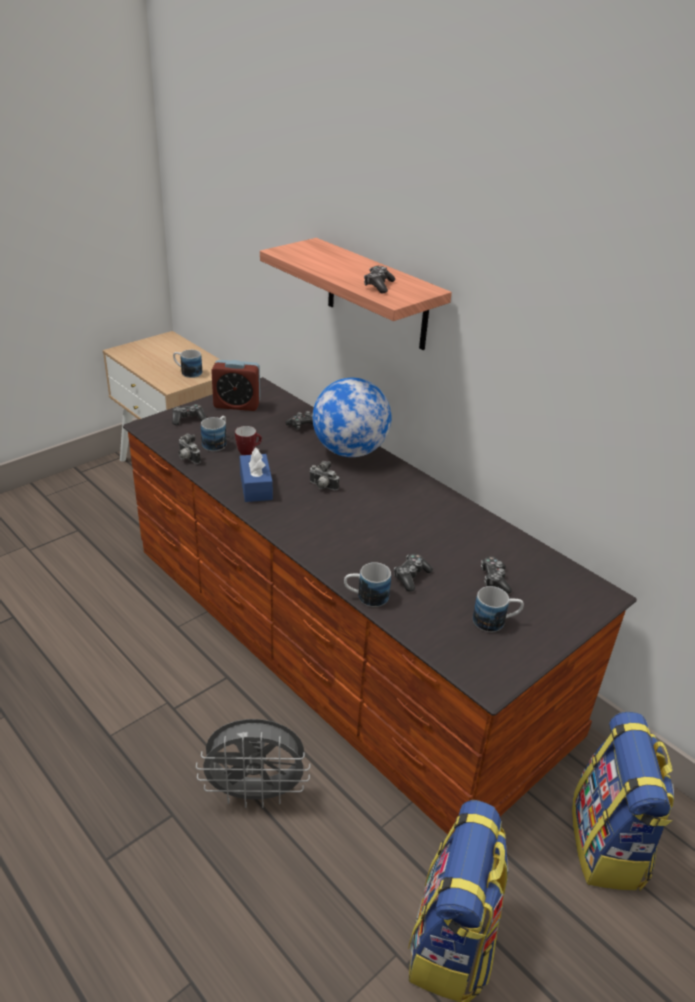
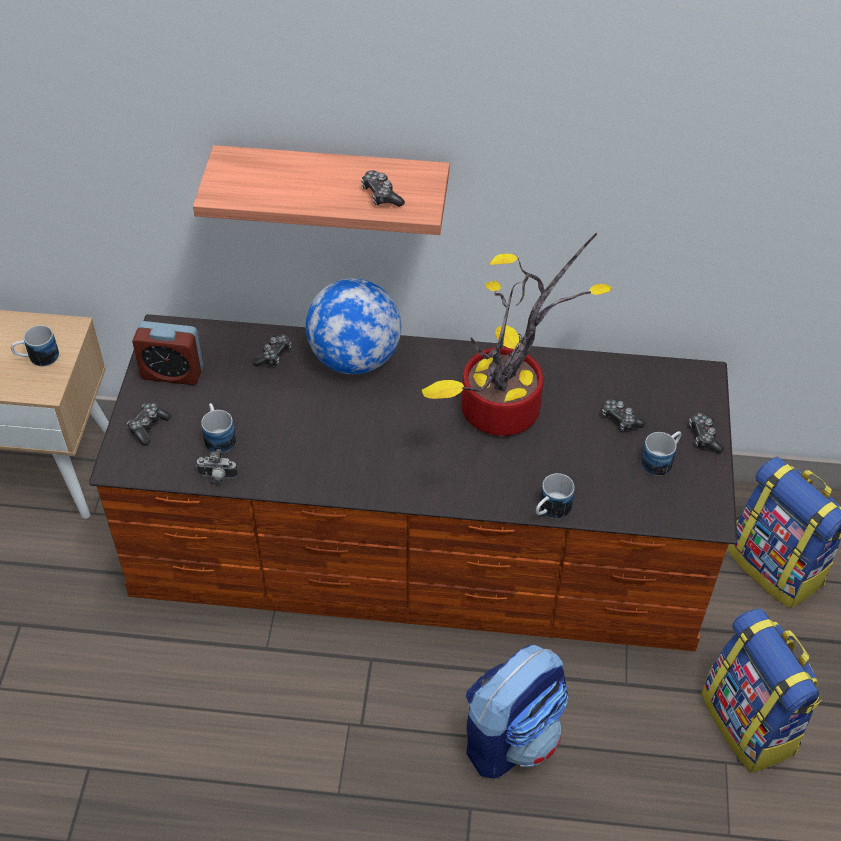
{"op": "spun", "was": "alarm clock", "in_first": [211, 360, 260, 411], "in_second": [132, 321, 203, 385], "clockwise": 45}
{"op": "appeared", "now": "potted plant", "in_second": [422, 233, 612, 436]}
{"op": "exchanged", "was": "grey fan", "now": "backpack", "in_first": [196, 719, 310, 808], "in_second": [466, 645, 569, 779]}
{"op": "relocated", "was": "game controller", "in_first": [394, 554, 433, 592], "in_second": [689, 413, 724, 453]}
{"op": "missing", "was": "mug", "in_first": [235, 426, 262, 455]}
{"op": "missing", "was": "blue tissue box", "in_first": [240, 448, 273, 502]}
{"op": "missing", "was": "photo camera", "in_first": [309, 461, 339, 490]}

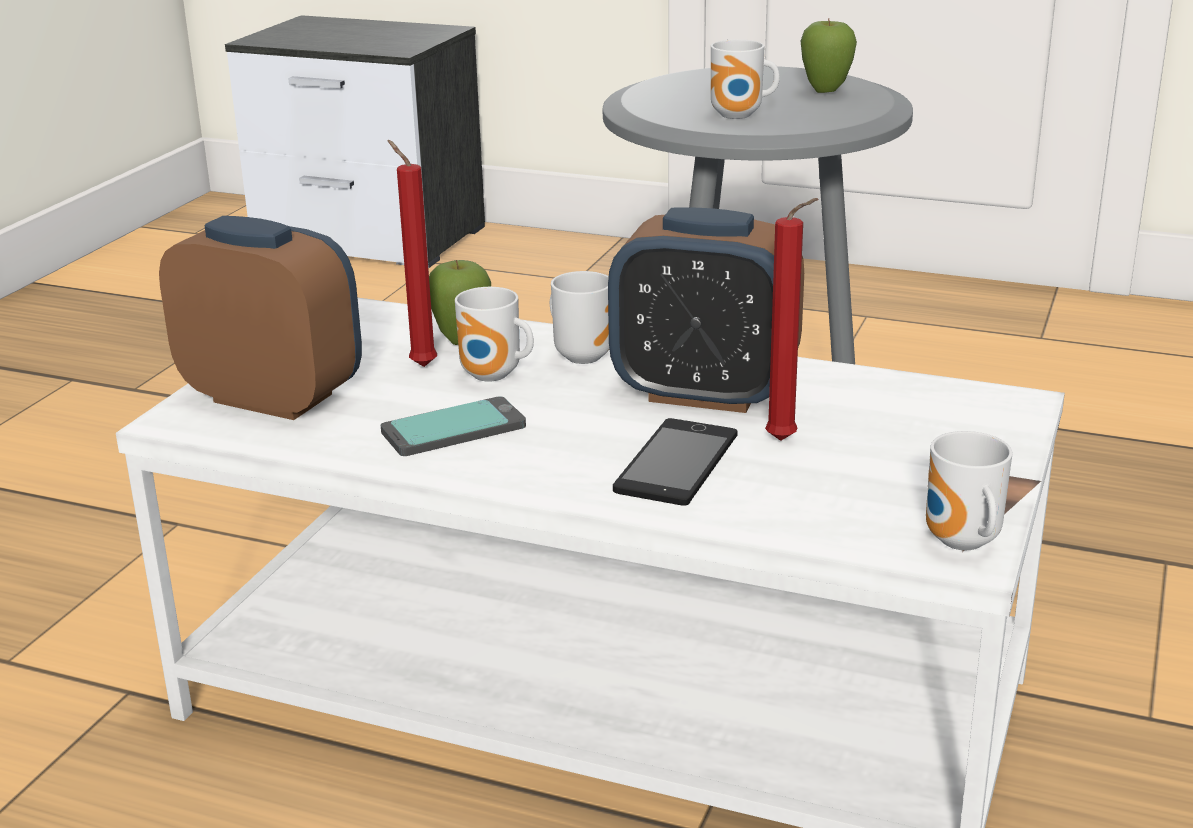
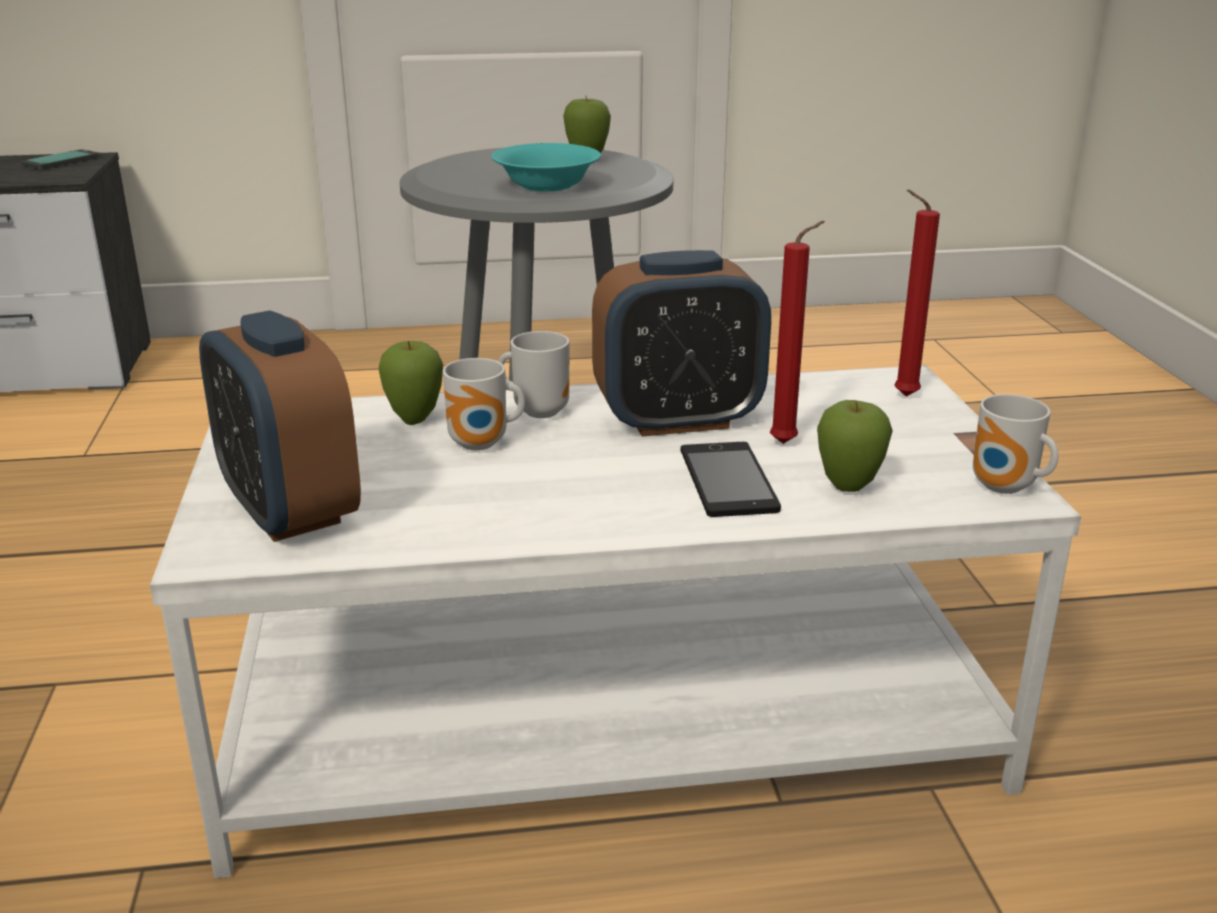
{"op": "relocated", "was": "phone", "in_first": [381, 396, 526, 456], "in_second": [21, 149, 100, 170]}
{"op": "spun", "was": "alarm clock", "in_first": [159, 216, 362, 420], "in_second": [199, 310, 361, 542], "clockwise": -120}
{"op": "exchanged", "was": "mug", "now": "turquoise bowl", "in_first": [711, 39, 780, 119], "in_second": [491, 143, 601, 192]}
{"op": "appeared", "now": "apple", "in_second": [817, 400, 893, 492]}
{"op": "relocated", "was": "red candle", "in_first": [388, 140, 437, 367], "in_second": [894, 189, 940, 397]}

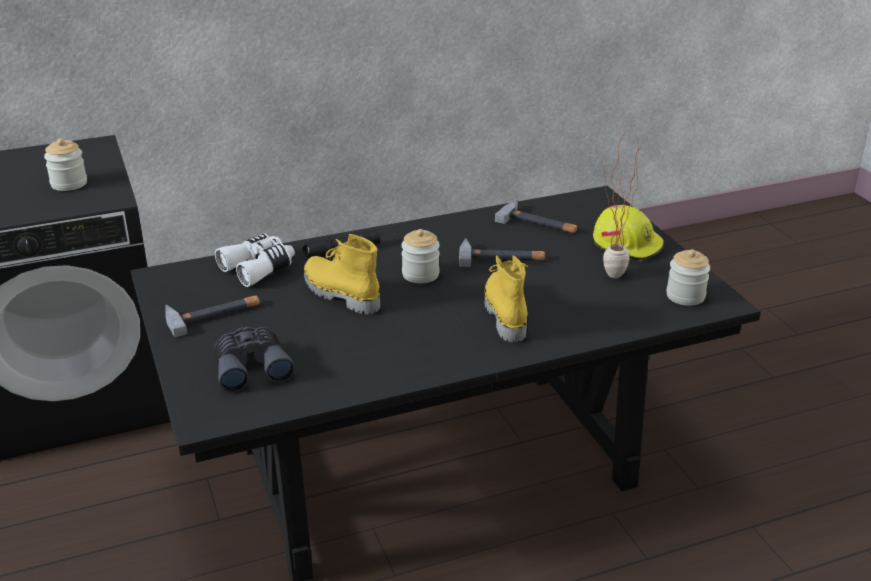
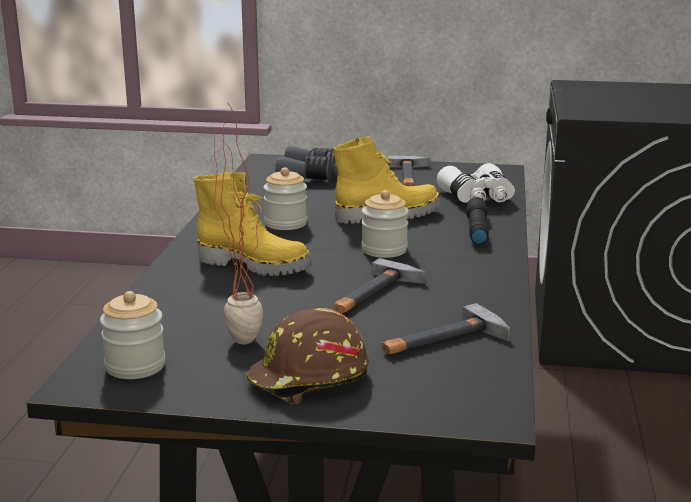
{"op": "colour", "was": "yellow hard hat", "now": "brown hard hat", "in_first": [593, 205, 664, 261], "in_second": [247, 308, 369, 404]}
{"op": "relocated", "was": "jar", "in_first": [44, 138, 87, 191], "in_second": [263, 167, 307, 230]}

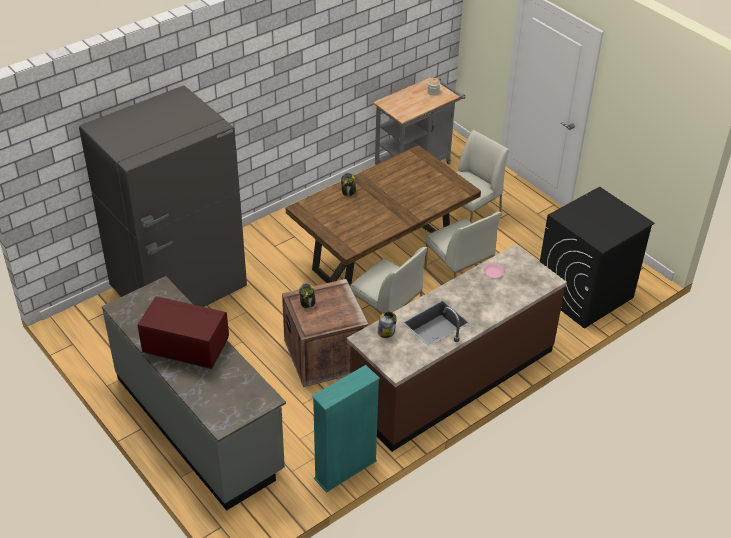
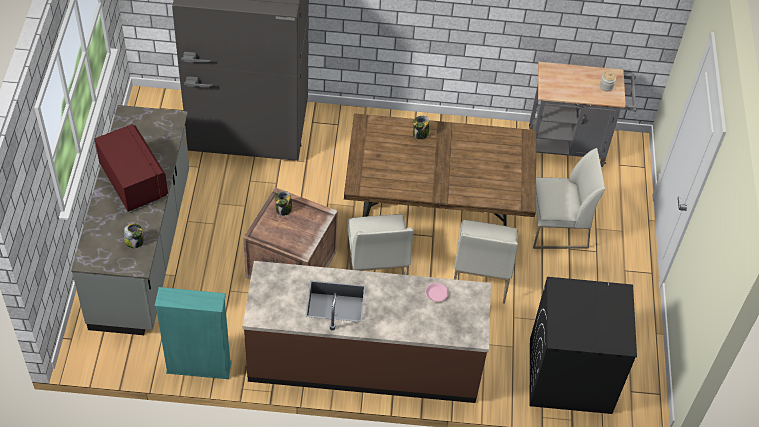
{"op": "relocated", "was": "jar", "in_first": [378, 312, 397, 338], "in_second": [124, 223, 144, 248]}

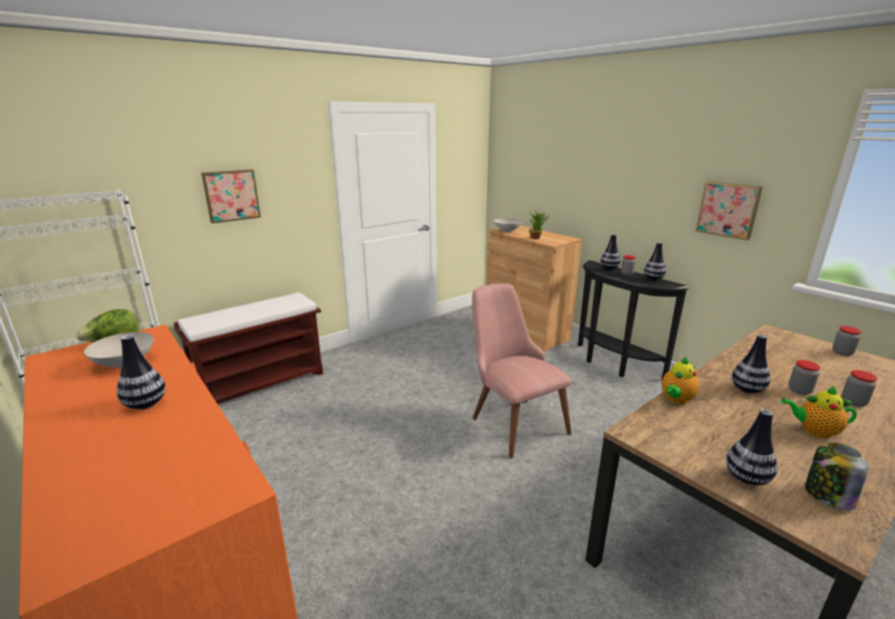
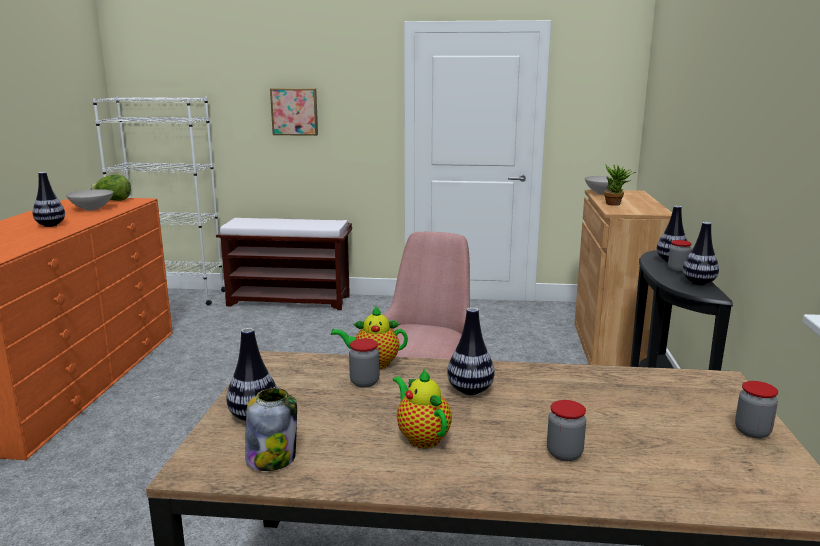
{"op": "relocated", "was": "jar", "in_first": [789, 360, 820, 395], "in_second": [349, 338, 379, 388]}
{"op": "missing", "was": "picture", "in_first": [696, 182, 763, 240]}

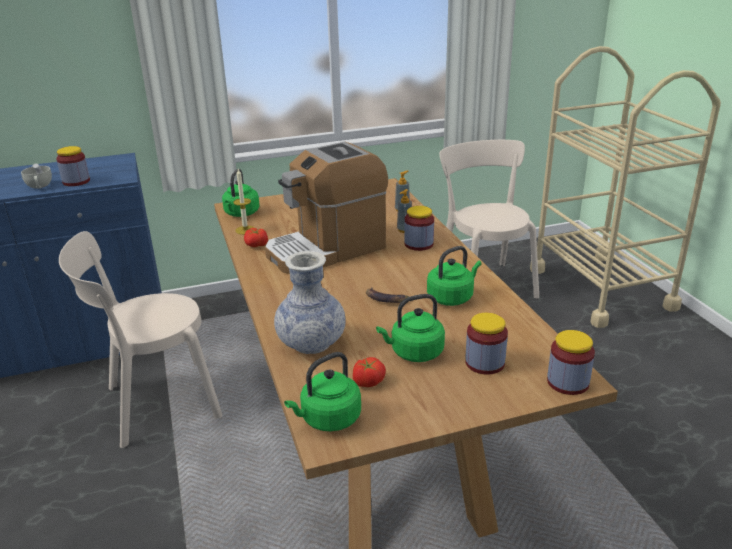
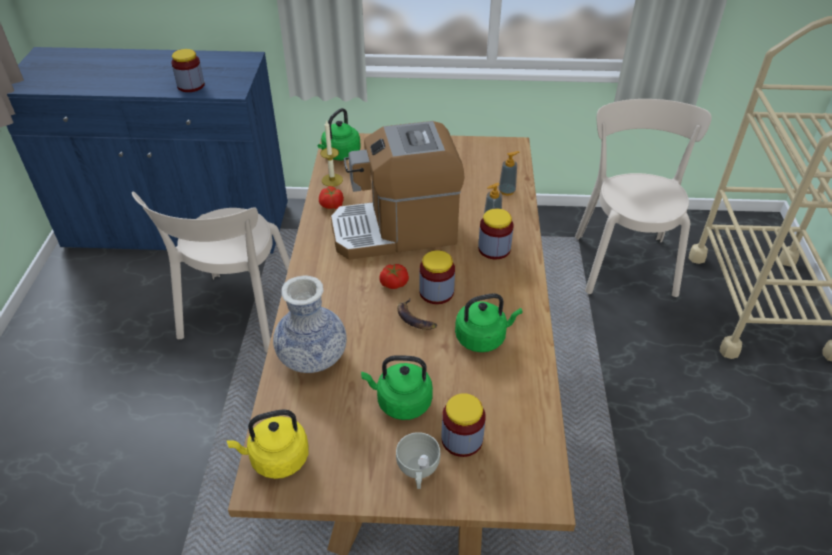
{"op": "spun", "was": "beige chair", "in_first": [59, 231, 223, 448], "in_second": [132, 191, 290, 352], "clockwise": -75}
{"op": "colour", "was": "green kettle", "now": "yellow kettle", "in_first": [284, 352, 361, 431], "in_second": [227, 410, 309, 479]}
{"op": "relocated", "was": "tomato", "in_first": [353, 357, 386, 387], "in_second": [379, 264, 409, 289]}
{"op": "relocated", "was": "white cup", "in_first": [21, 163, 52, 189], "in_second": [396, 432, 440, 489]}
{"op": "relocated", "was": "jar", "in_first": [547, 330, 595, 395], "in_second": [419, 250, 455, 304]}

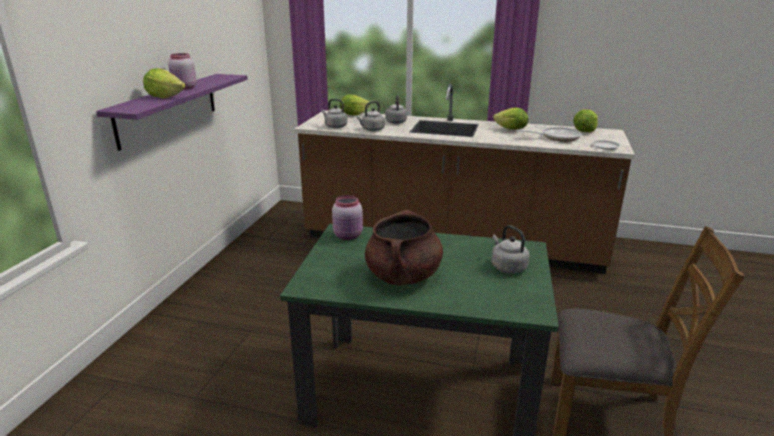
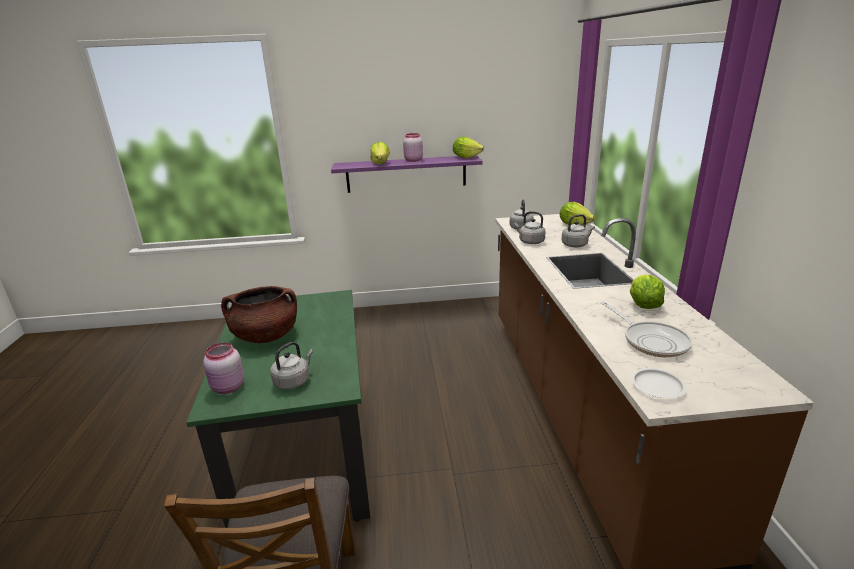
{"op": "relocated", "was": "pink jar", "in_first": [332, 195, 363, 240], "in_second": [203, 342, 244, 394]}
{"op": "relocated", "was": "lettuce", "in_first": [573, 110, 598, 132], "in_second": [453, 137, 484, 158]}

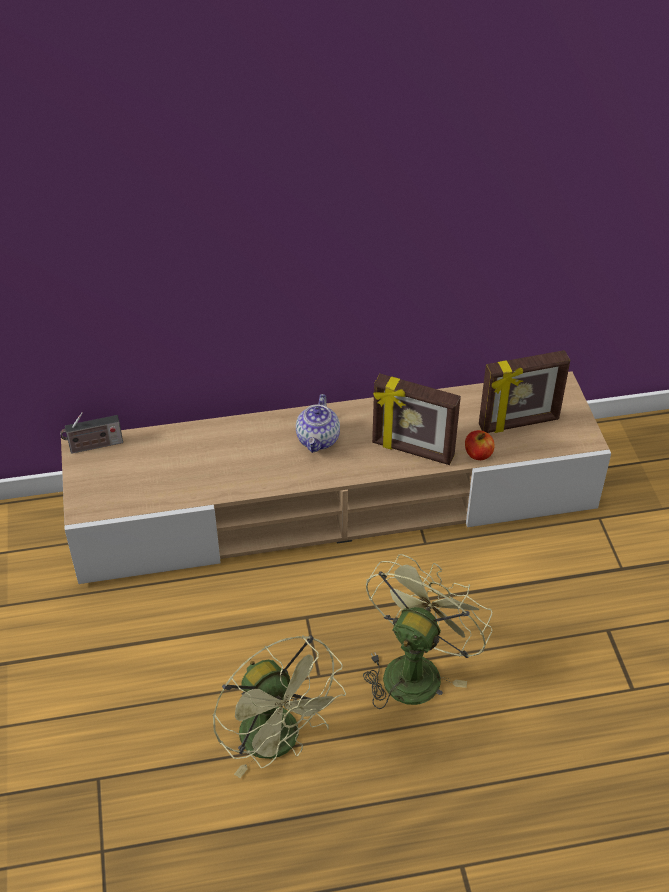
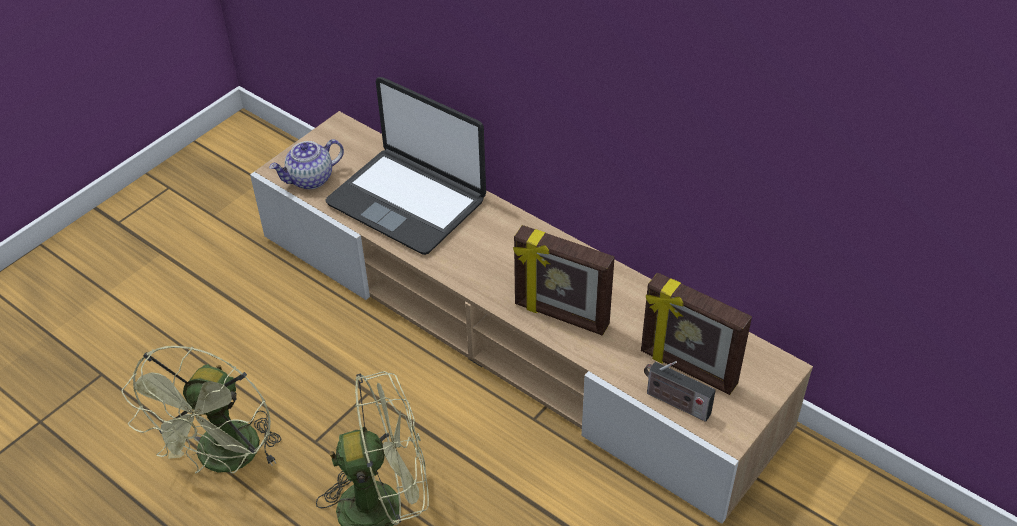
{"op": "relocated", "was": "teapot", "in_first": [296, 394, 340, 453], "in_second": [269, 139, 344, 189]}
{"op": "appeared", "now": "laptop", "in_second": [325, 77, 486, 255]}
{"op": "spun", "was": "picture frame", "in_first": [372, 374, 461, 465], "in_second": [513, 225, 615, 336], "clockwise": -45}
{"op": "relocated", "was": "radio", "in_first": [60, 412, 123, 454], "in_second": [644, 361, 716, 422]}
{"op": "missing", "was": "apple", "in_first": [465, 430, 495, 460]}

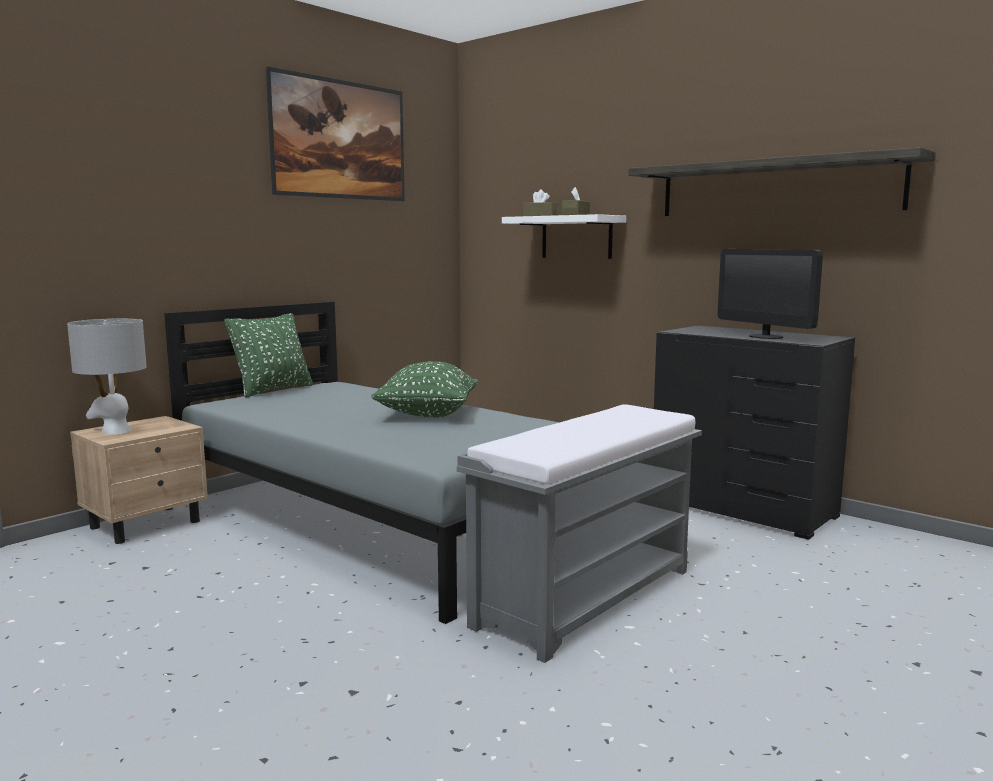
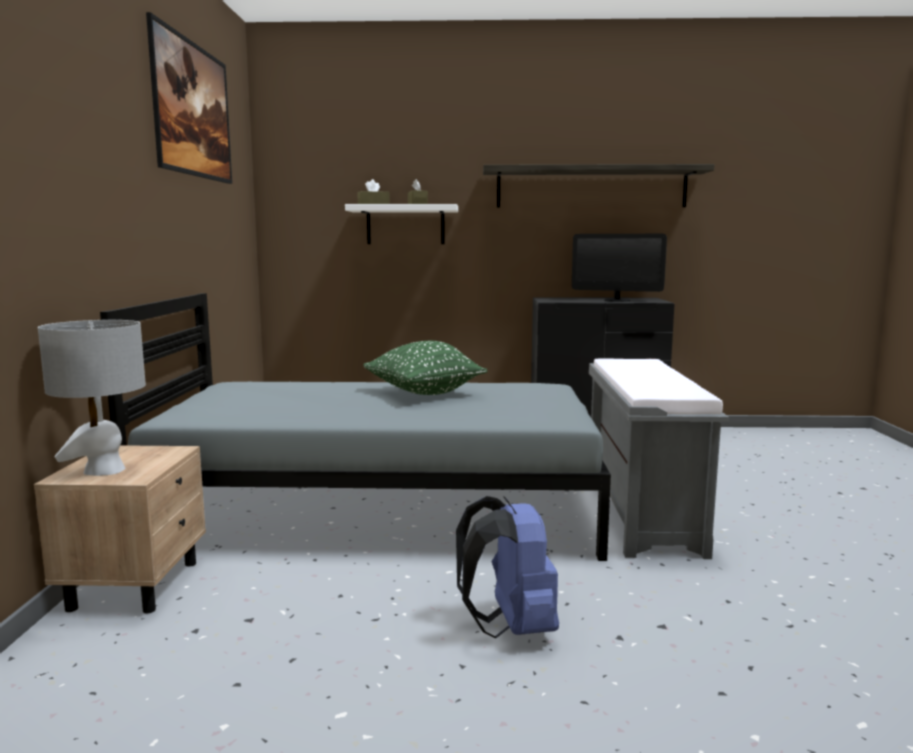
{"op": "appeared", "now": "blue backpack", "in_second": [456, 496, 559, 638]}
{"op": "missing", "was": "green pillow", "in_first": [224, 313, 313, 398]}

